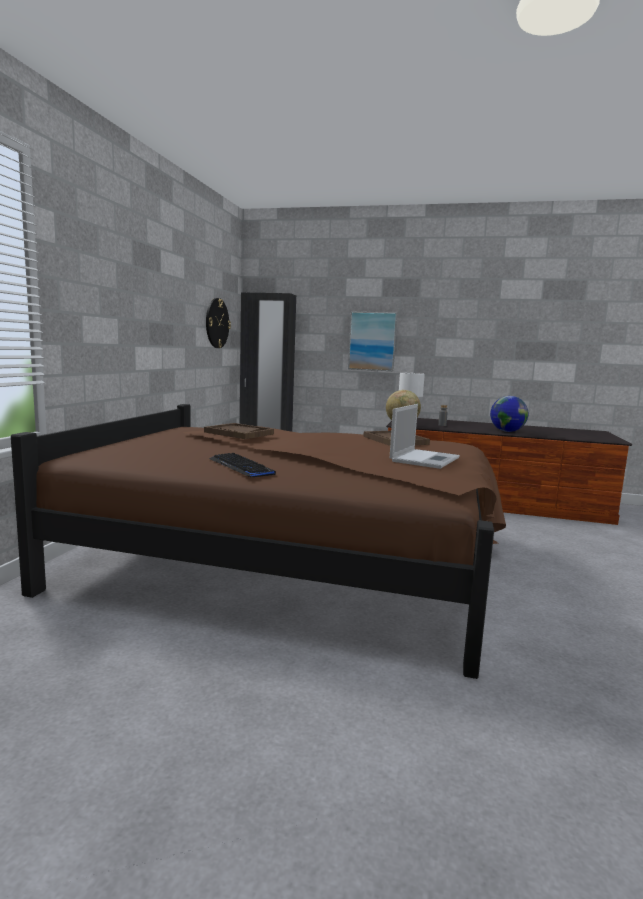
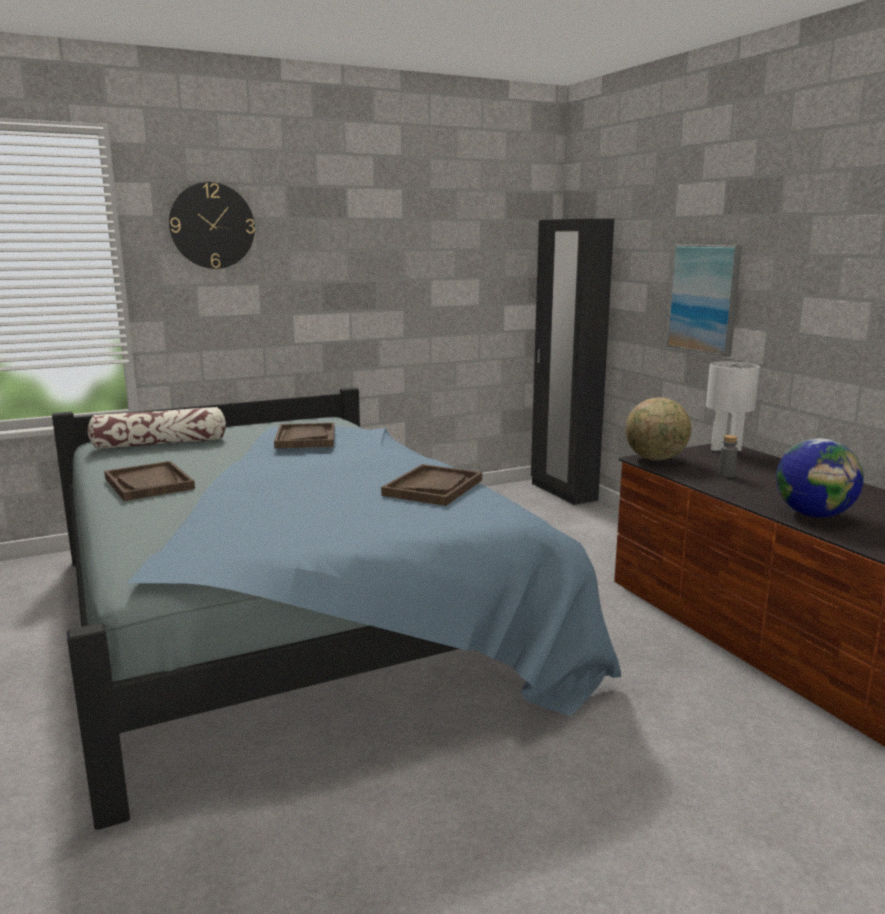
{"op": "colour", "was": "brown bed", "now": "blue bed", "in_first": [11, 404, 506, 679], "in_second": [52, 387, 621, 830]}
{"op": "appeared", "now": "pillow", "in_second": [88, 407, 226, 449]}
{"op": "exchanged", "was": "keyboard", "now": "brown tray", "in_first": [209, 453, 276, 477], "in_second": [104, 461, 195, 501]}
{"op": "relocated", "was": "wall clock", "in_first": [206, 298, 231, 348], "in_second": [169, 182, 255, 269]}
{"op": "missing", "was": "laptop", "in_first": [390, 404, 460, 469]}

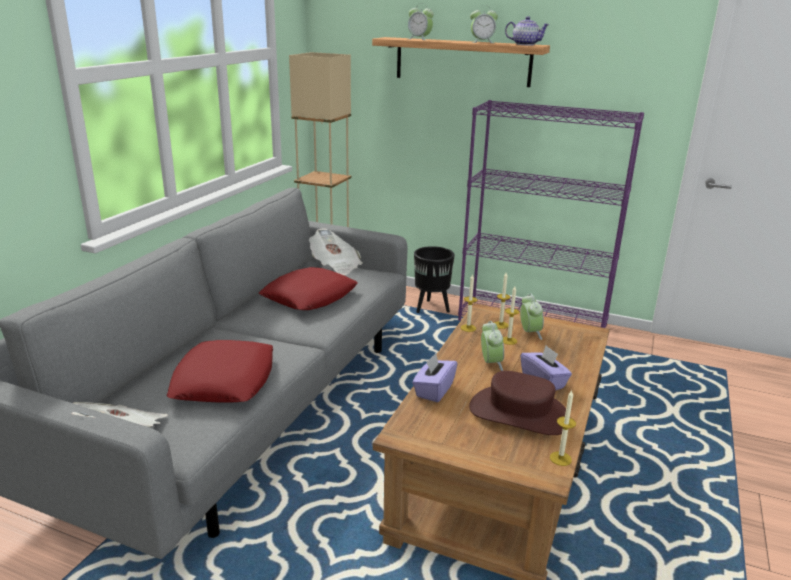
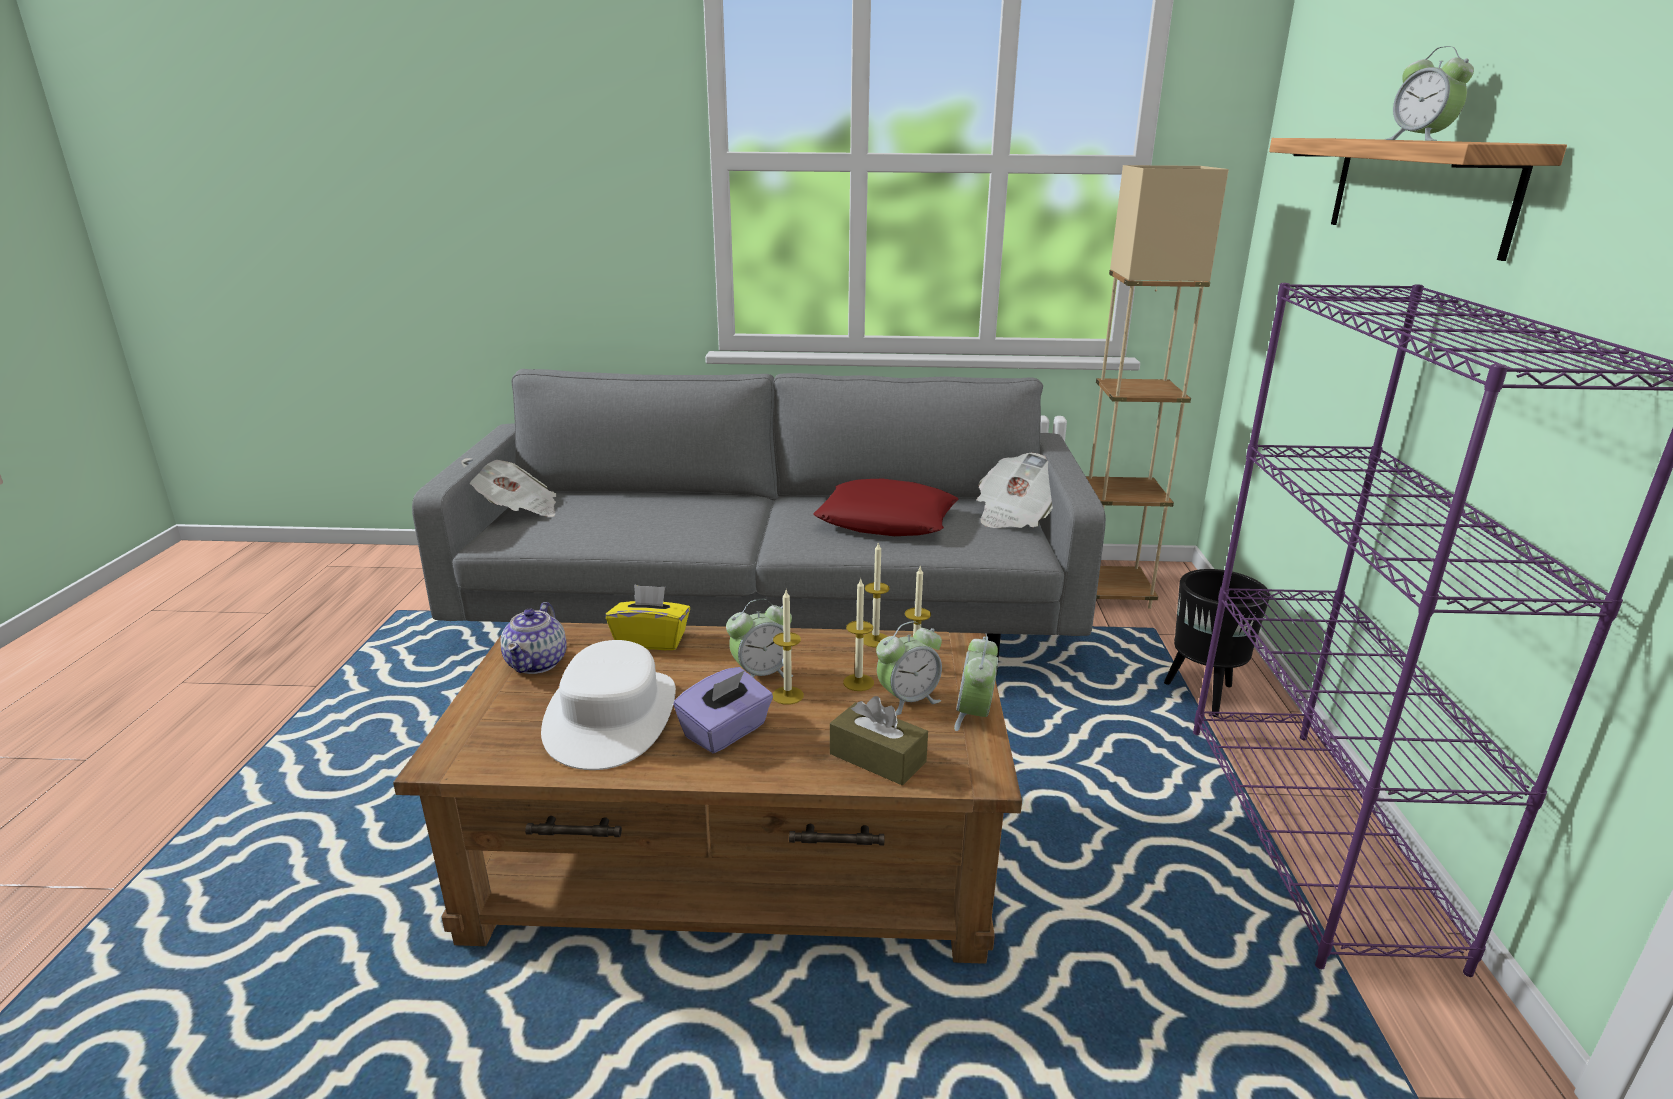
{"op": "relocated", "was": "teapot", "in_first": [505, 16, 550, 45], "in_second": [501, 602, 567, 674]}
{"op": "colour", "was": "brown hat", "now": "white hat", "in_first": [469, 371, 569, 435], "in_second": [541, 640, 676, 770]}
{"op": "colour", "was": "purple tissue box", "now": "yellow tissue box", "in_first": [412, 353, 457, 402], "in_second": [606, 584, 690, 650]}
{"op": "relocated", "was": "candle", "in_first": [550, 390, 576, 466], "in_second": [772, 590, 804, 705]}
{"op": "appeared", "now": "brown tissue box", "in_second": [830, 696, 928, 785]}
{"op": "relocated", "was": "alarm clock", "in_first": [408, 3, 434, 40], "in_second": [954, 636, 998, 731]}
{"op": "missing", "was": "red pillow", "in_first": [167, 340, 273, 403]}

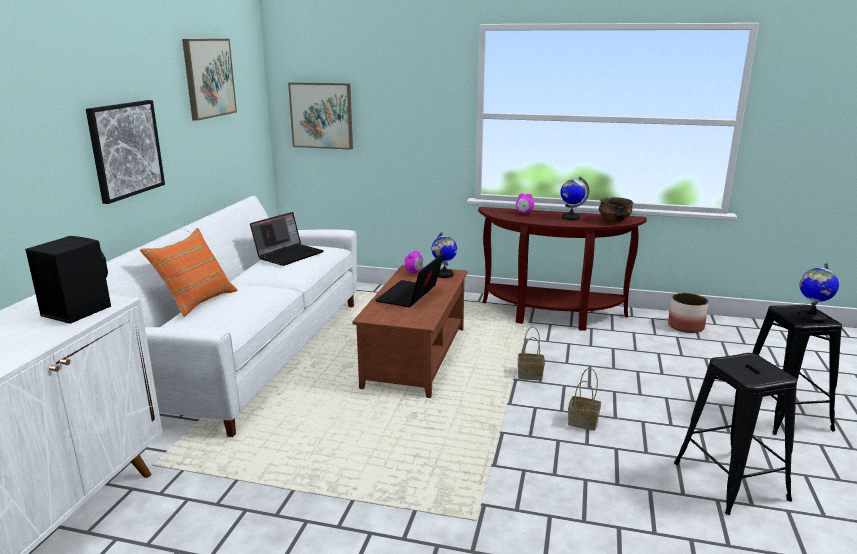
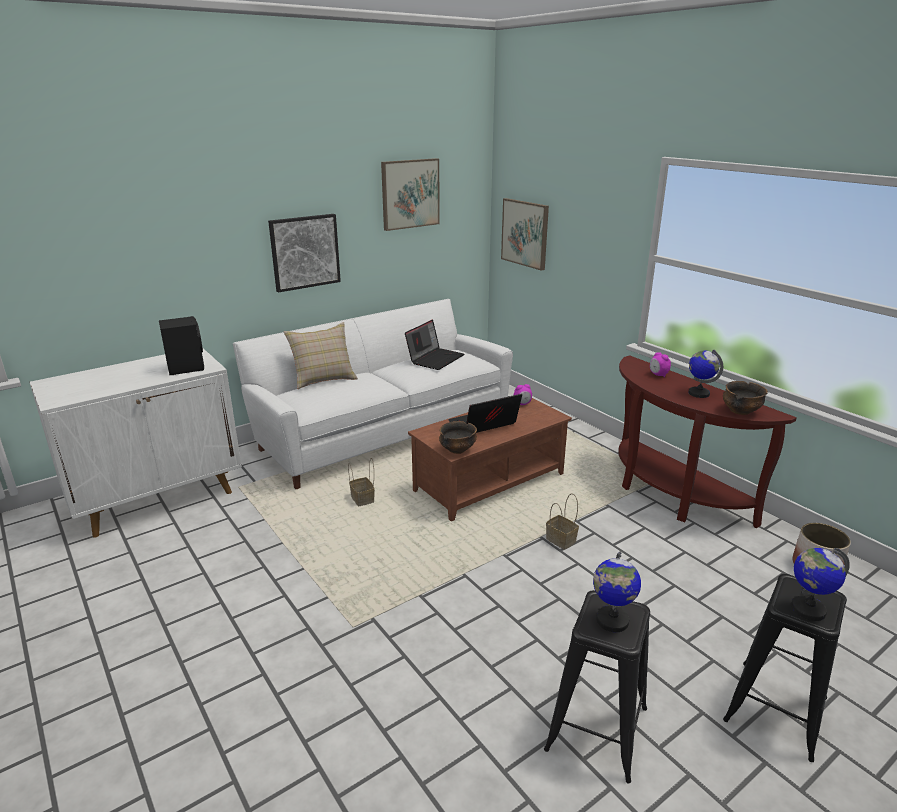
{"op": "colour", "was": "orange pillow", "now": "beige pillow", "in_first": [140, 228, 238, 317], "in_second": [284, 322, 358, 389]}
{"op": "relocated", "was": "basket", "in_first": [568, 368, 601, 431], "in_second": [348, 458, 375, 506]}
{"op": "spun", "was": "laptop", "in_first": [250, 212, 324, 266], "in_second": [405, 319, 464, 370], "clockwise": -45}
{"op": "appeared", "now": "bowl", "in_second": [439, 421, 477, 454]}
{"op": "relocated", "was": "globe", "in_first": [432, 232, 457, 278], "in_second": [593, 551, 641, 632]}

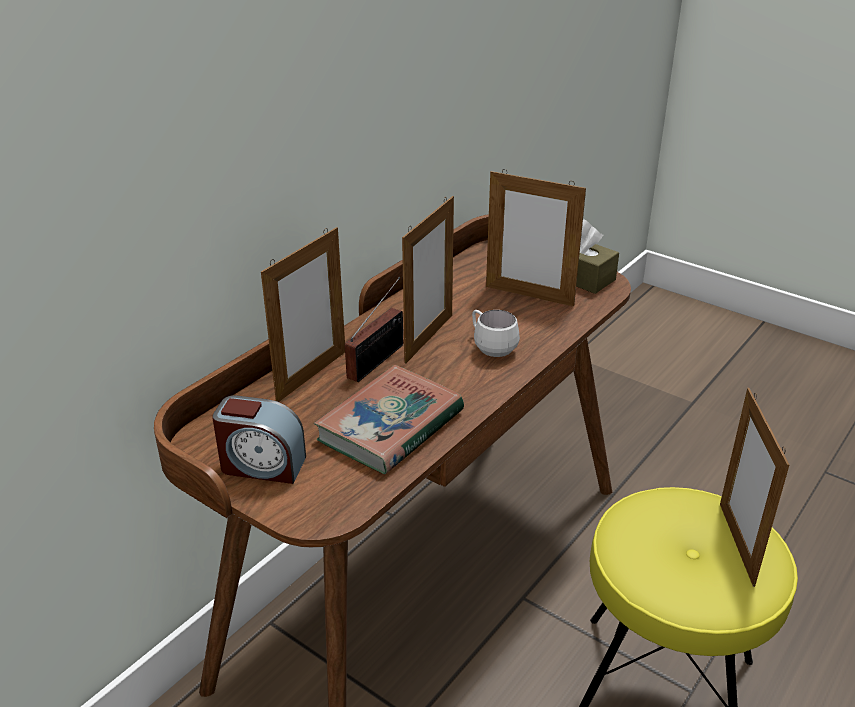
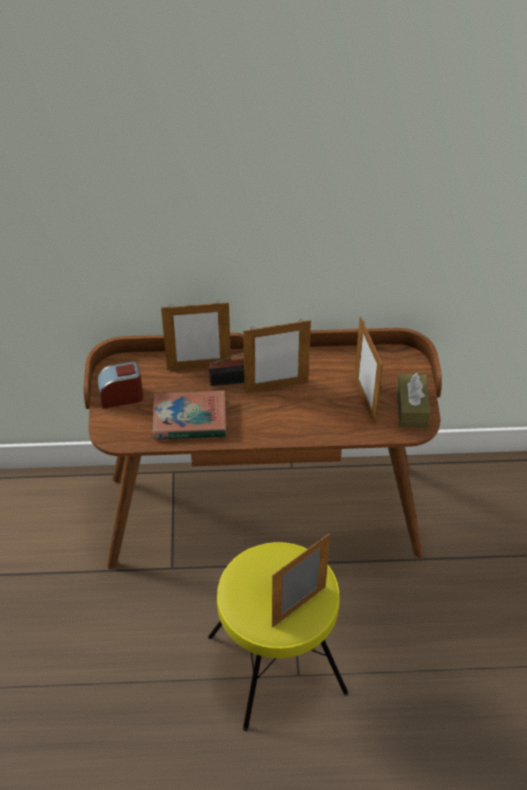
{"op": "spun", "was": "alarm clock", "in_first": [212, 395, 306, 484], "in_second": [97, 361, 143, 409], "clockwise": 105}
{"op": "missing", "was": "white mug", "in_first": [472, 310, 520, 357]}

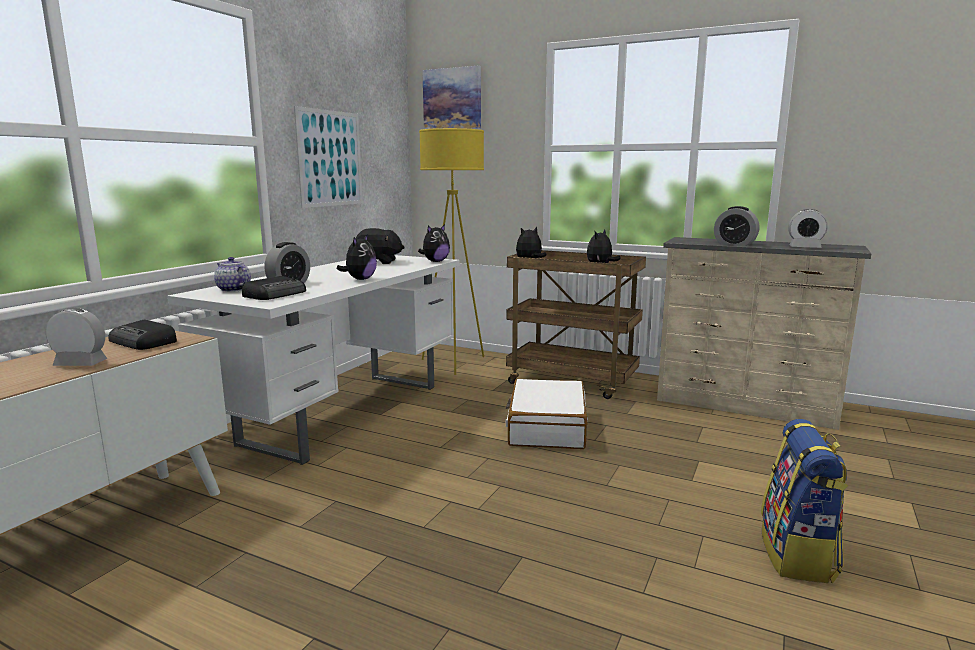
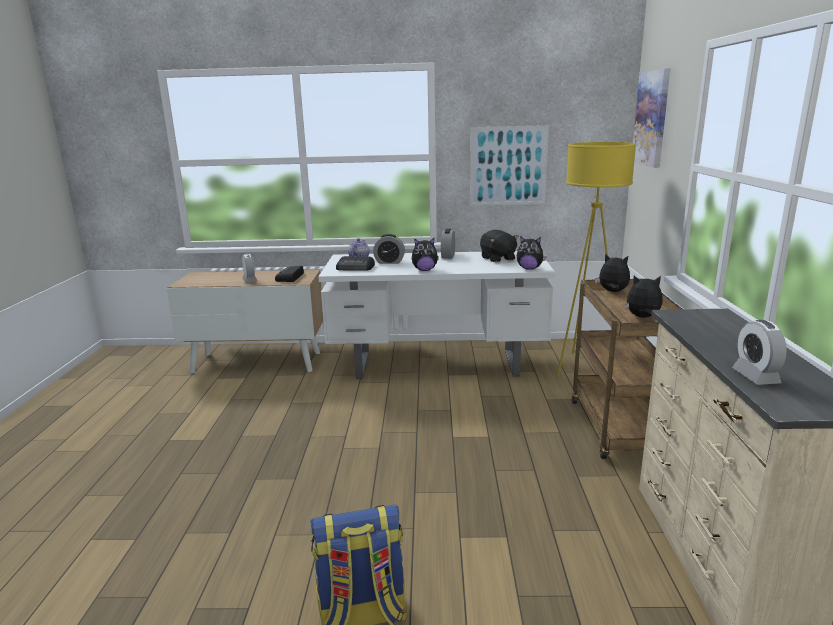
{"op": "relocated", "was": "alarm clock", "in_first": [714, 206, 759, 246], "in_second": [441, 229, 455, 259]}
{"op": "missing", "was": "white suitcase", "in_first": [506, 379, 588, 449]}

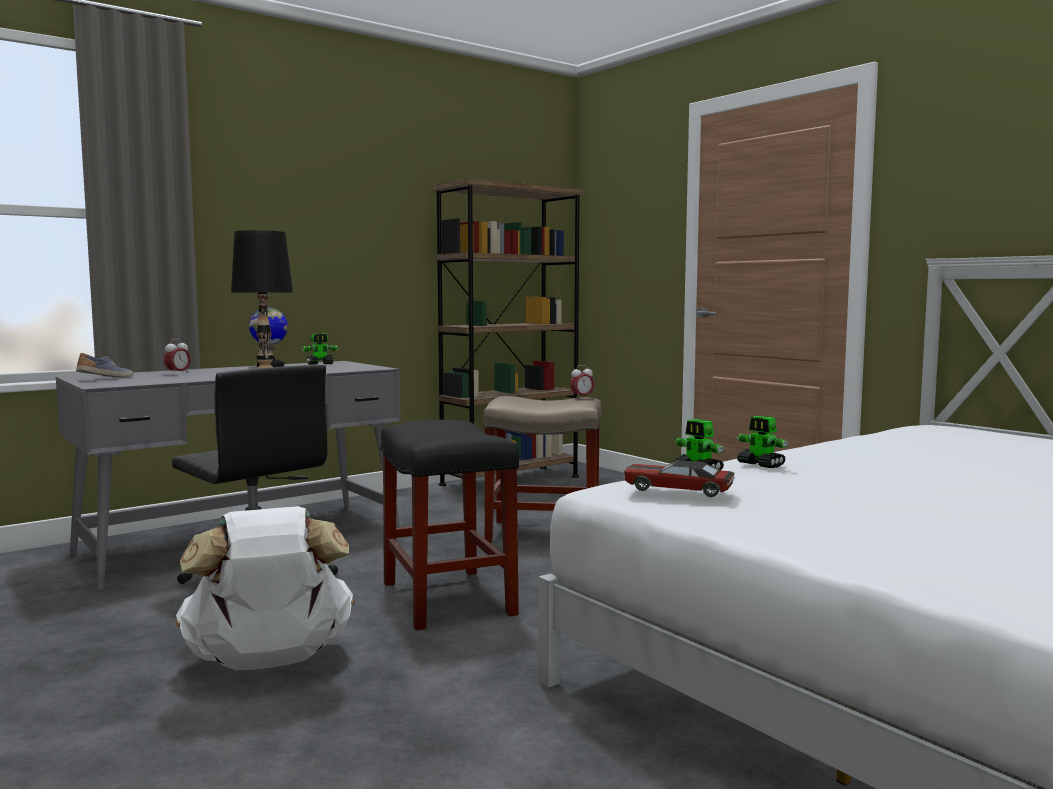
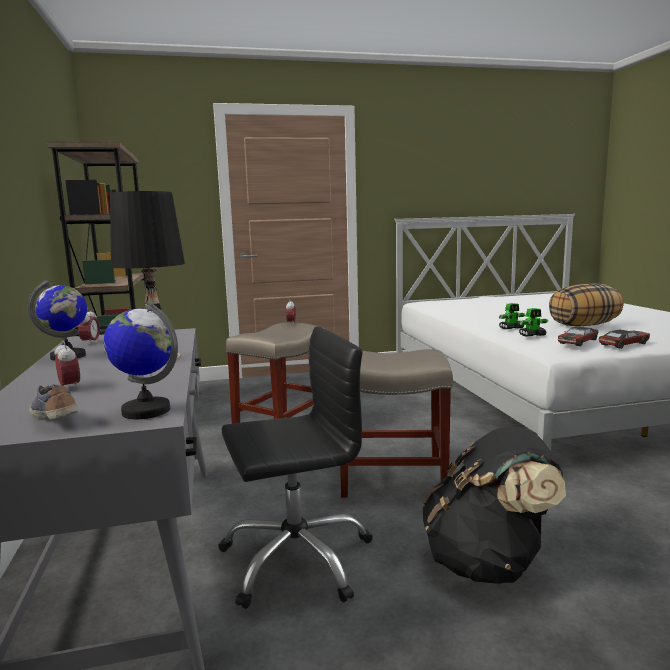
{"op": "exchanged", "was": "toy robot", "now": "alarm clock", "in_first": [301, 333, 340, 365], "in_second": [78, 308, 100, 345]}
{"op": "appeared", "now": "globe", "in_second": [104, 301, 178, 419]}
{"op": "colour", "was": "black stool", "now": "beige stool", "in_first": [380, 420, 519, 631], "in_second": [340, 349, 453, 498]}
{"op": "colour", "was": "white backpack", "now": "black backpack", "in_first": [176, 506, 354, 670], "in_second": [422, 426, 566, 584]}
{"op": "appeared", "now": "pillow", "in_second": [549, 283, 623, 326]}
{"op": "appeared", "now": "toy car", "in_second": [599, 330, 650, 349]}

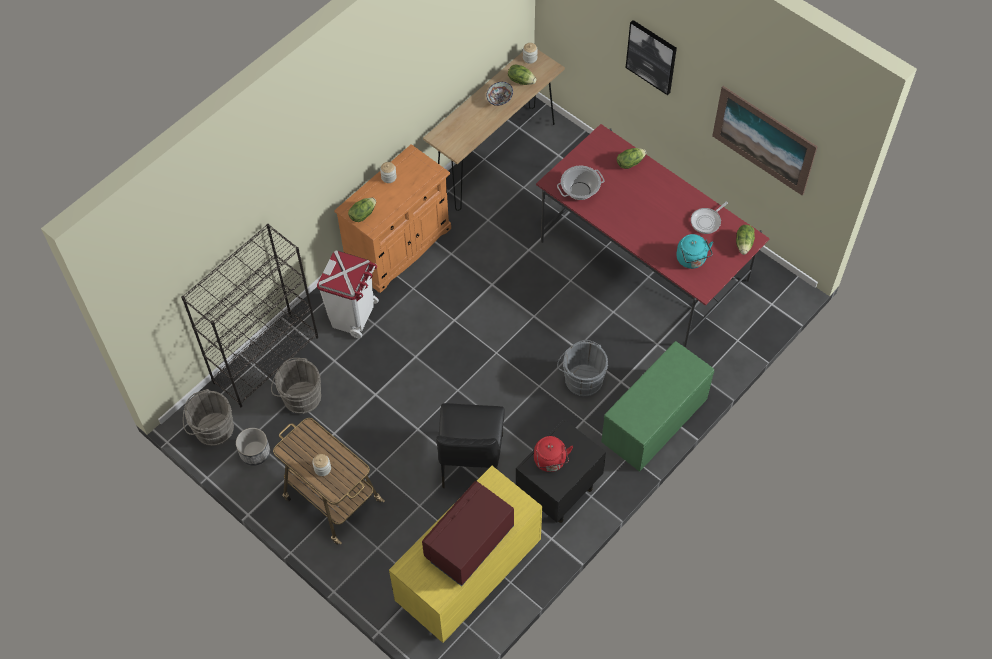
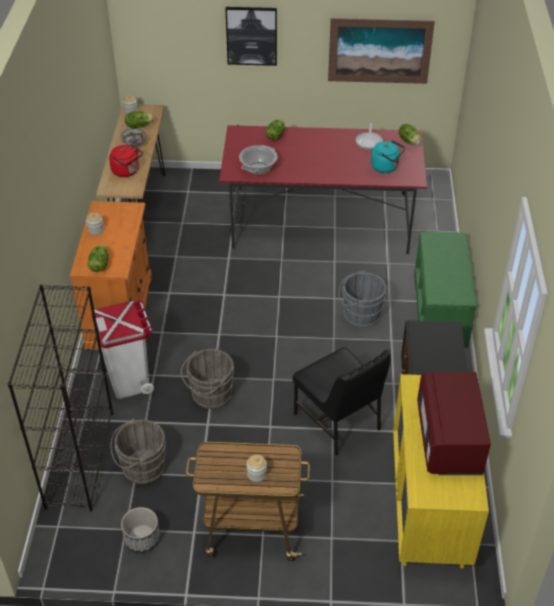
{"op": "relocated", "was": "red kettle", "in_first": [534, 436, 573, 472], "in_second": [109, 144, 143, 177]}
{"op": "relocated", "was": "grey bucket", "in_first": [183, 389, 234, 446], "in_second": [181, 349, 234, 409]}

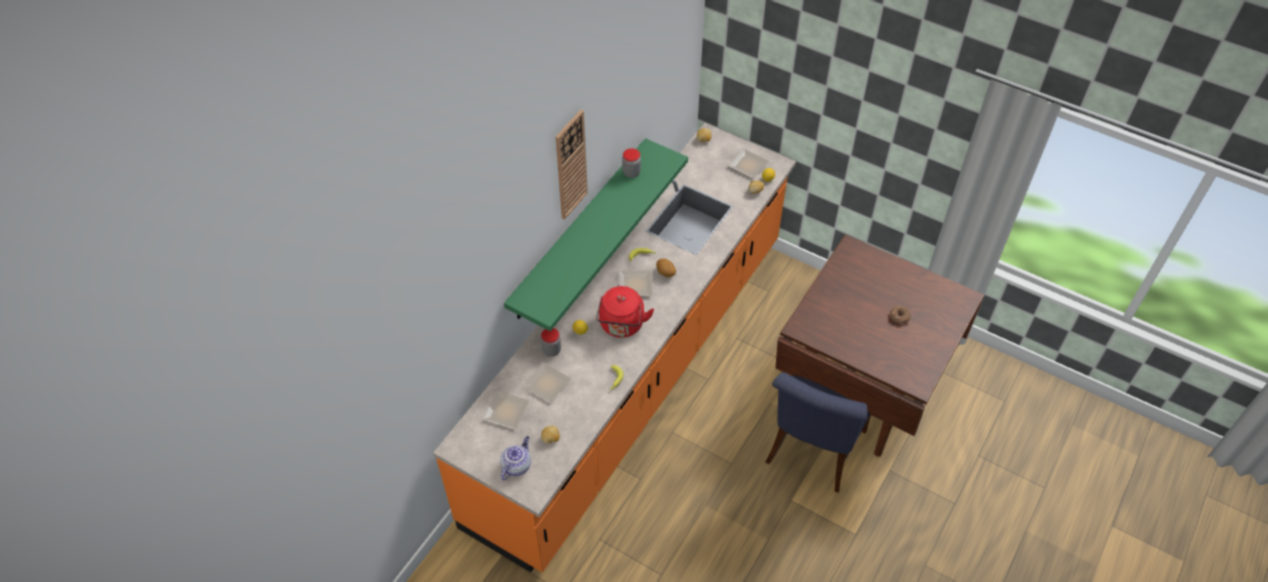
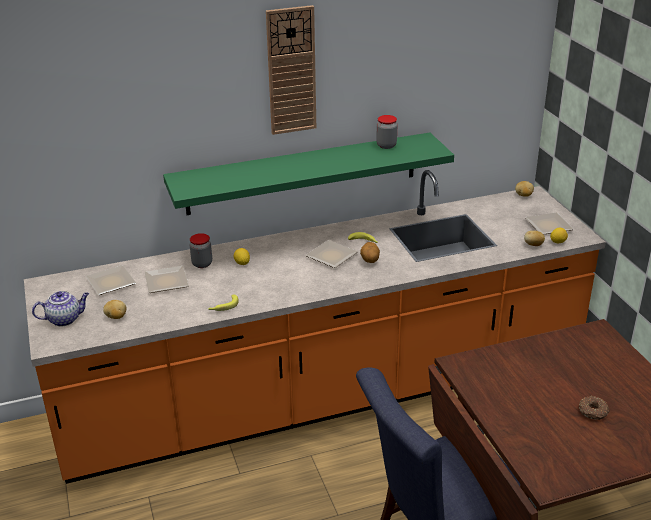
{"op": "missing", "was": "red kettle", "in_first": [596, 286, 654, 338]}

